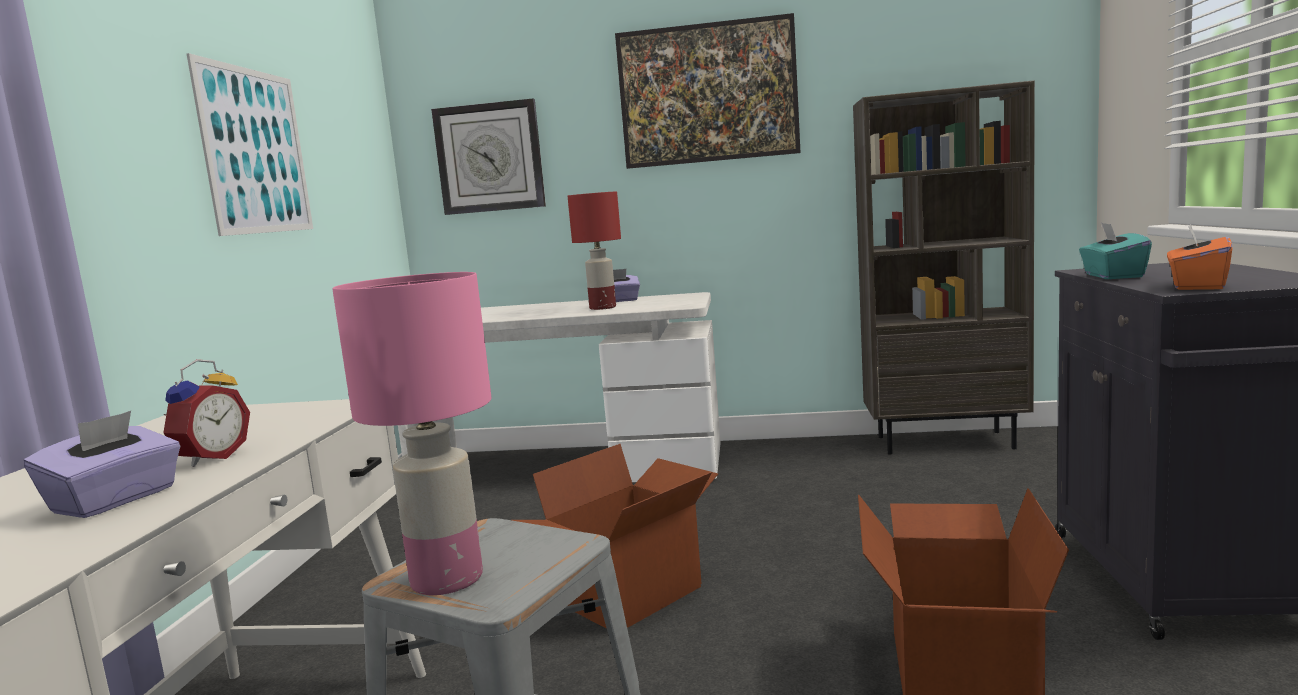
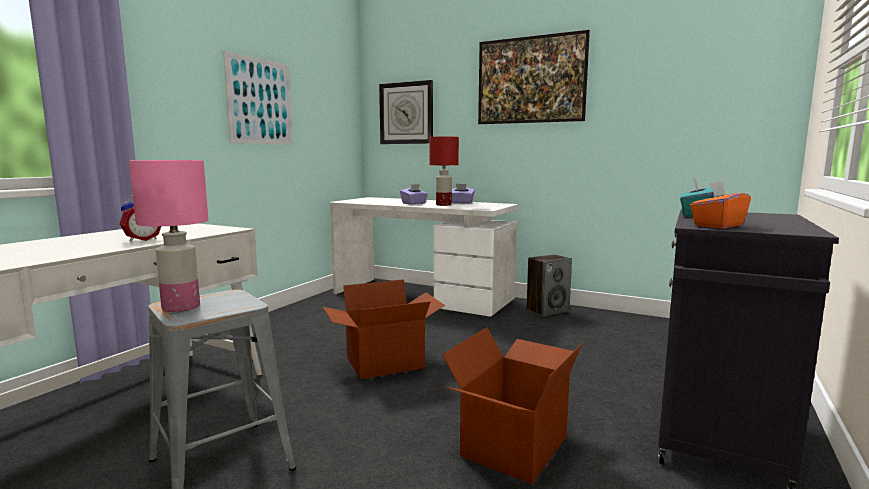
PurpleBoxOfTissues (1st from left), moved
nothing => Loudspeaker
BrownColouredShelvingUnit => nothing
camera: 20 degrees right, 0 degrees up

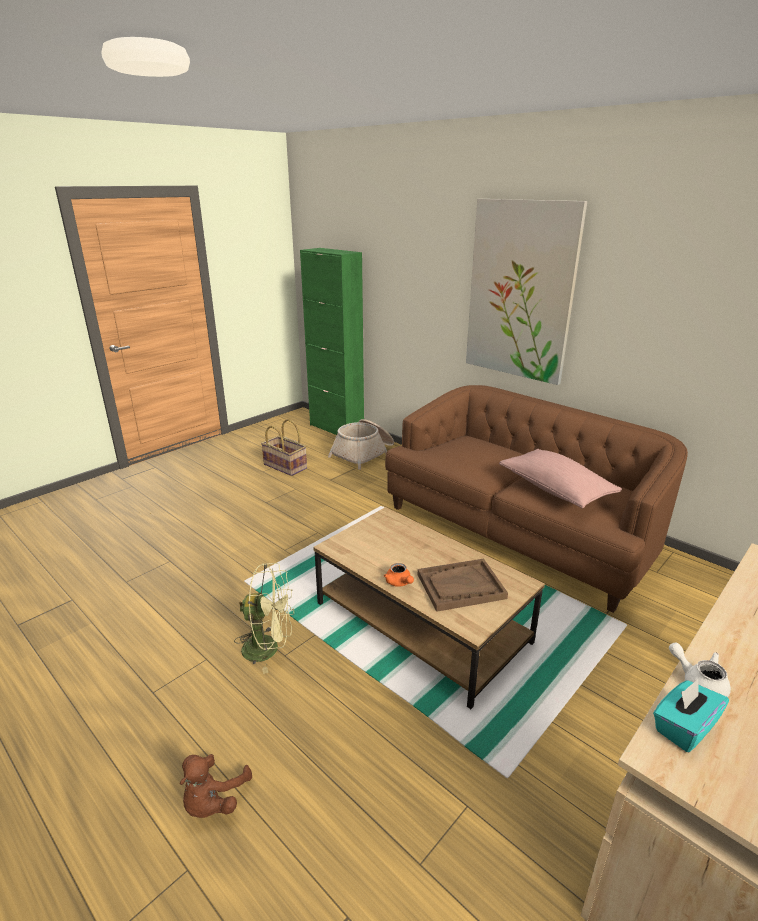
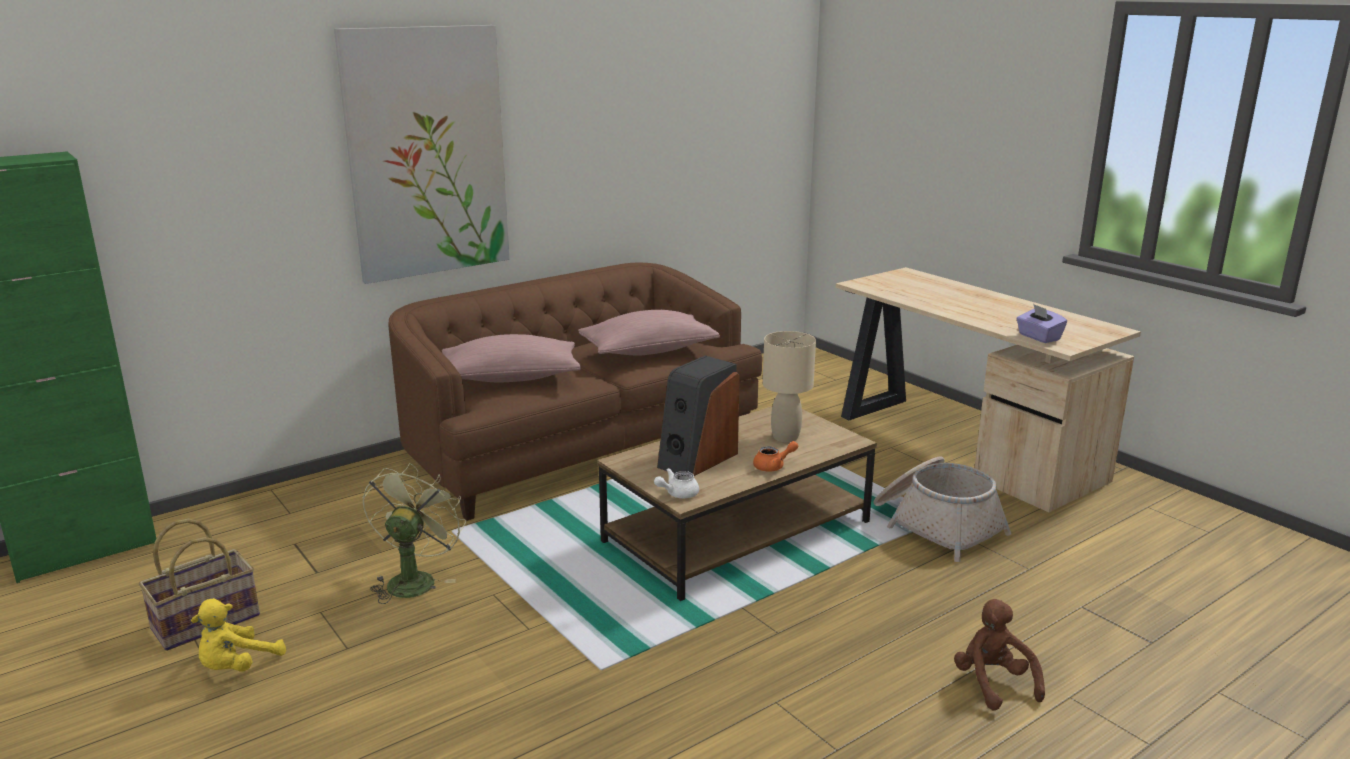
nothing => YellowPlushToy
GreenColouredFan, moved
nothing => PinkThrowPillow (1st from left)
WhiteTeapot, moved
nothing => Loudspeaker
BrownColouredServingTray => BeigeColouredTableLamp
HouseholdBasket (2nd from left), moved
BrownColouredPlushToy, 135 degrees counterclockwise
TurquoiseBoxOfTissues => PurpleBoxOfTissues
camera: 80 degrees left, 5 degrees down

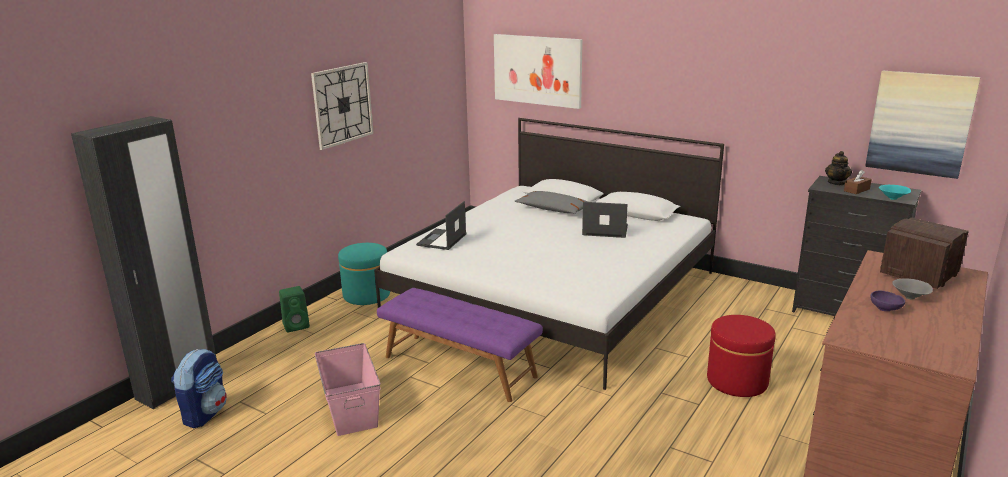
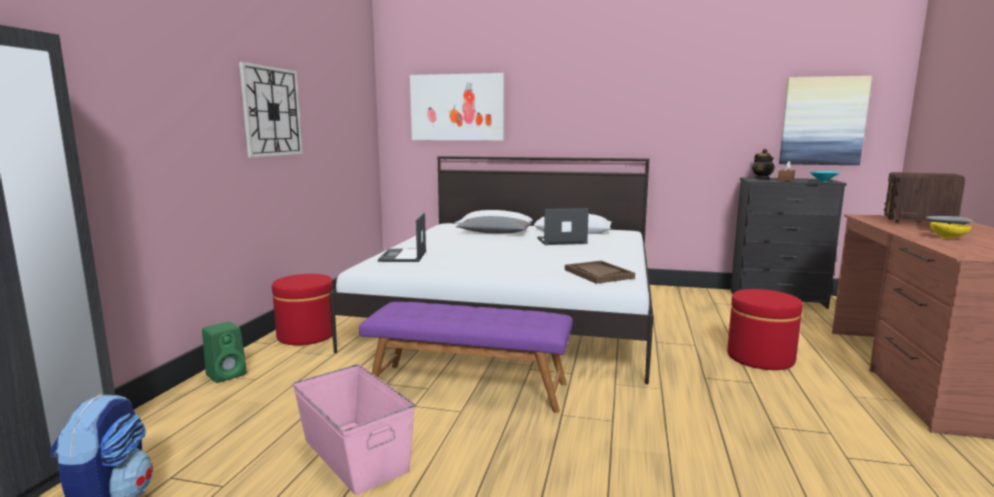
TurquoiseOttoman => ReddishOttoman (1st from left)
nothing => BrownColouredServingTray
PurpleBowl => YellowBowl
camera: 20 degrees left, 10 degrees down

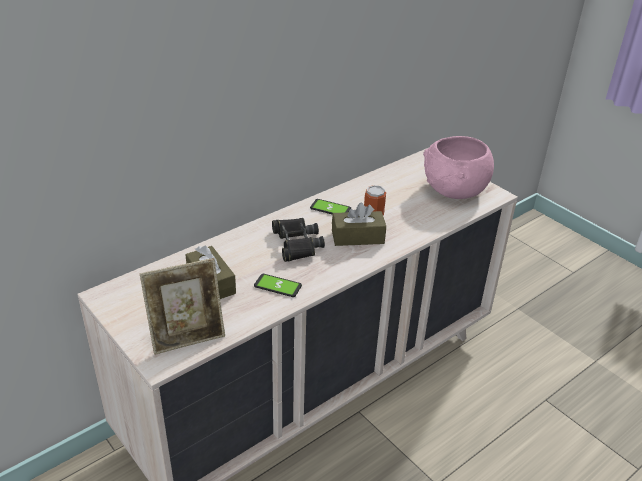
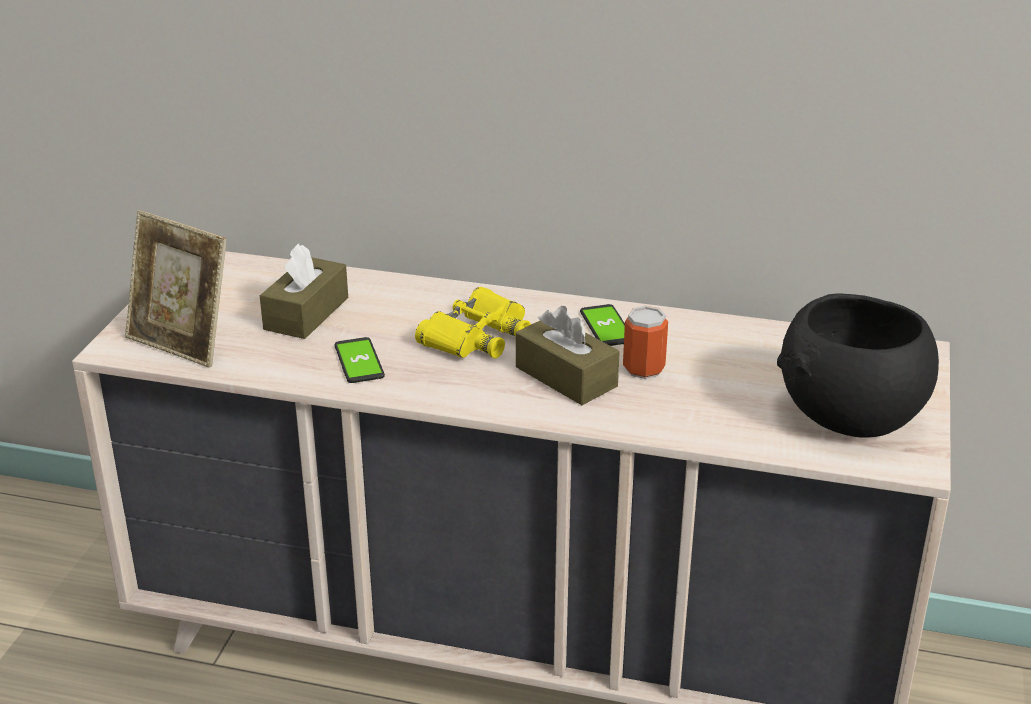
BlackishBinoculars => YellowBinoculars
PinkBowl => BlackishBowl
camera: 55 degrees right, 5 degrees down

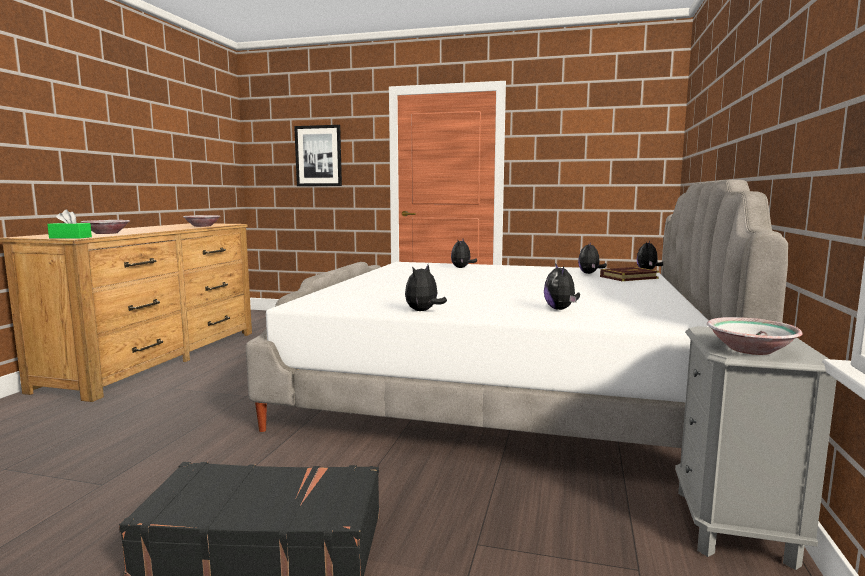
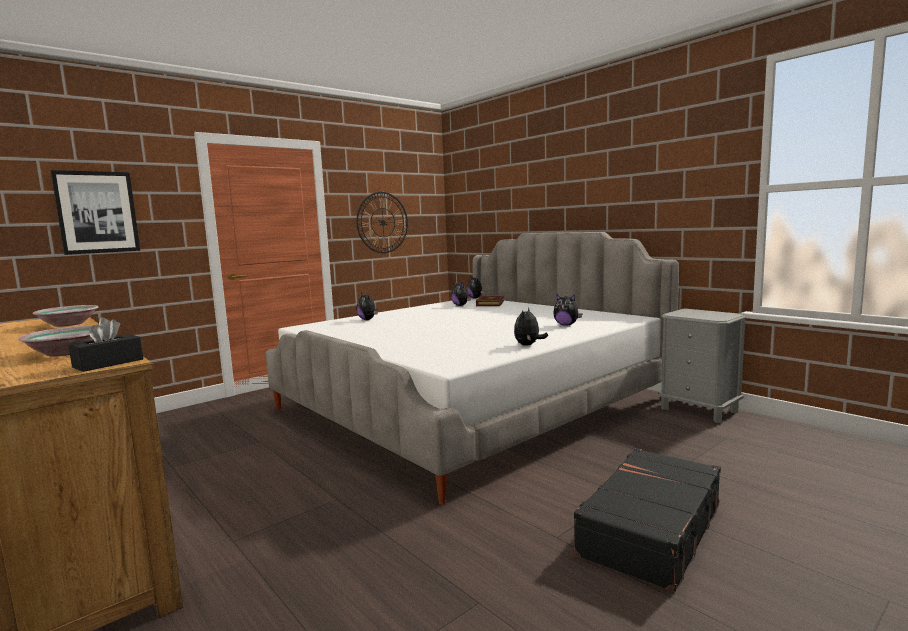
GreenColouredBoxOfTissues => BlackishBoxOfTissues
nothing => WallClock
PlushToy (1st from left in the first image) => PlushToy (4th from left), 45 degrees clockwise
Bowl (3rd from left) => nothing
camera: 55 degrees left, 0 degrees up

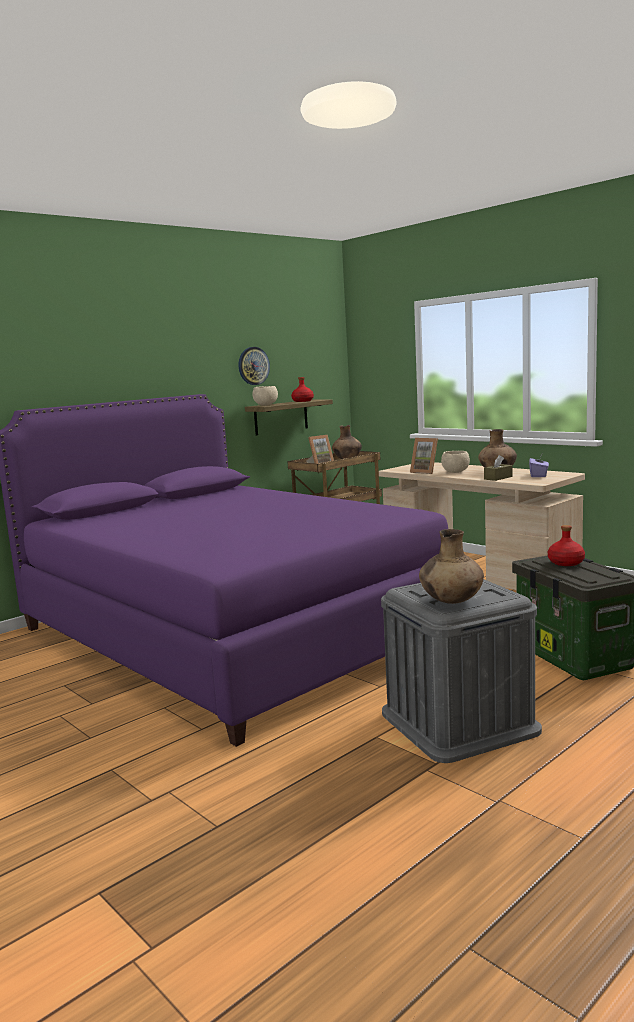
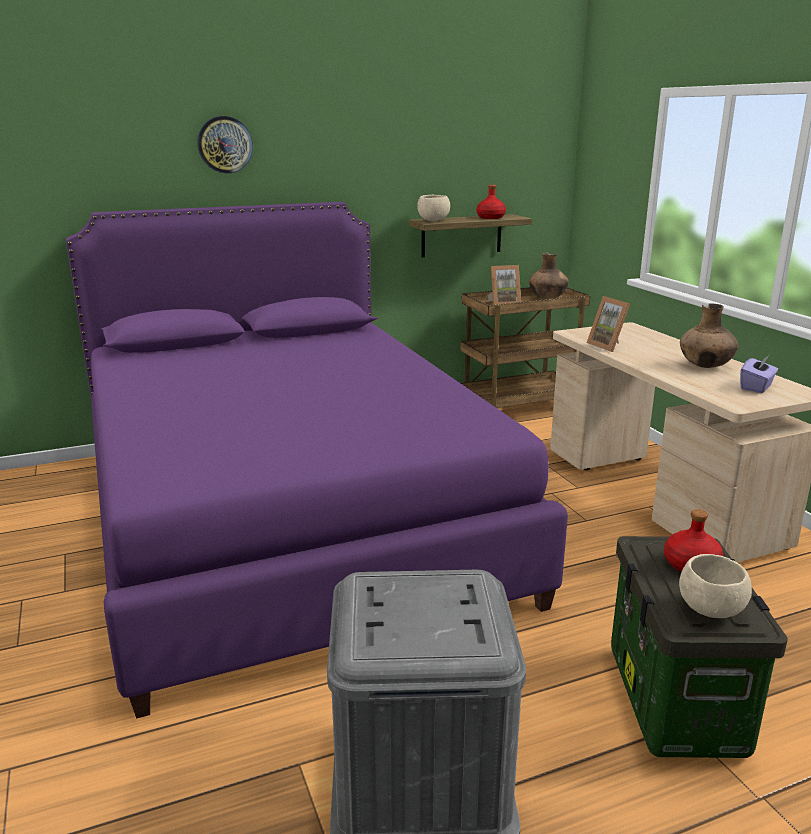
WallClock, moved
BeigeColouredBowl (2nd from left), moved
BrownColouredVase (2nd from left) => nothing
BrownColouredBoxOfTissues => nothing
camera: 20 degrees right, 10 degrees up

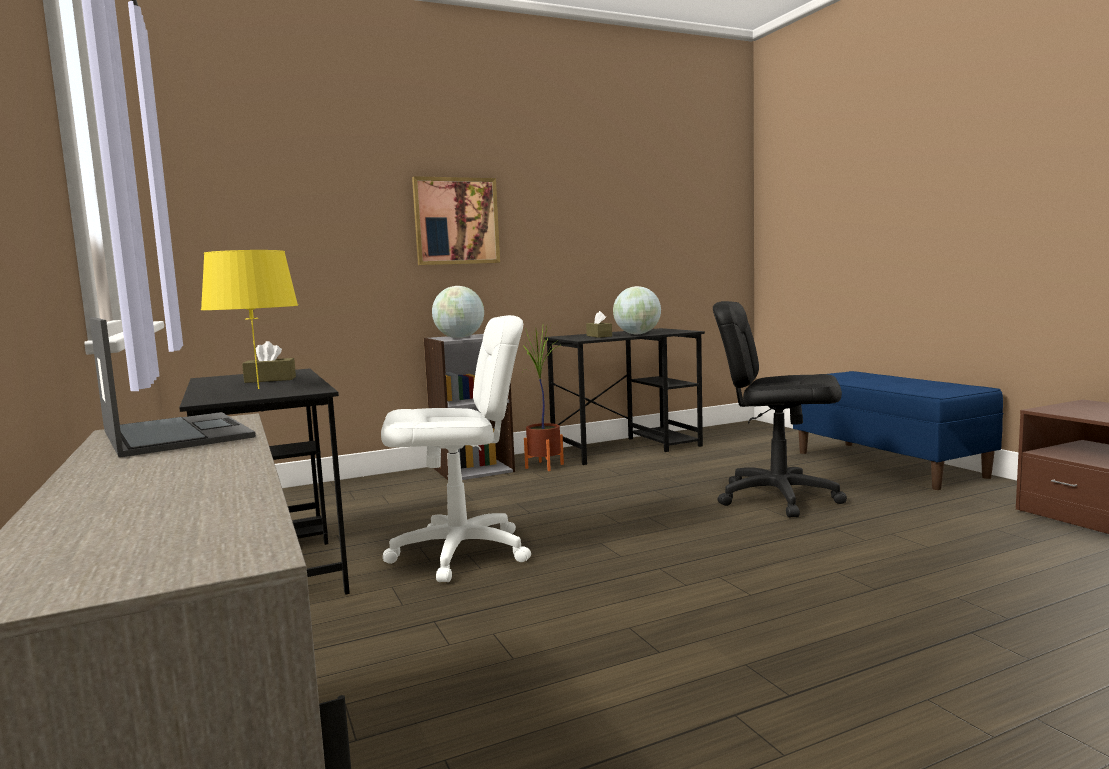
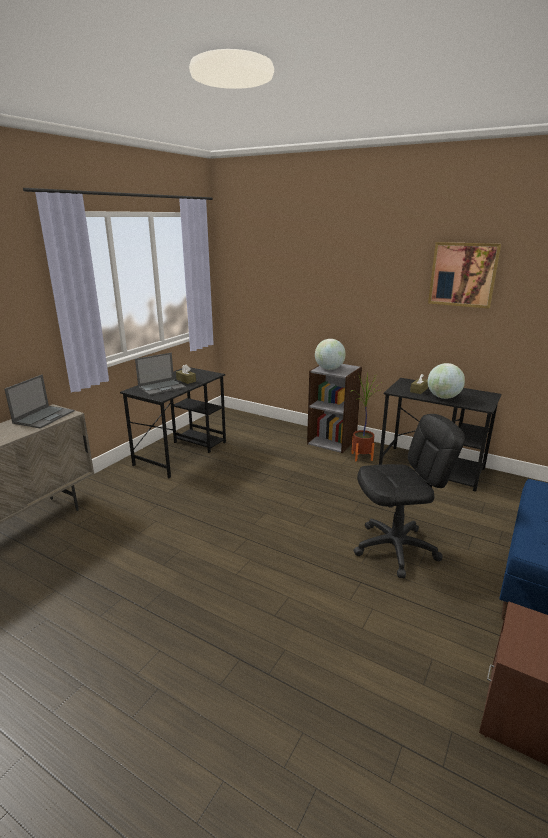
YellowTableLamp => Laptop (2nd from left)
BlackishDeskChair, 90 degrees clockwise
Picture, moved
WhiteDeskChair => nothing
camera: 55 degrees right, 15 degrees up

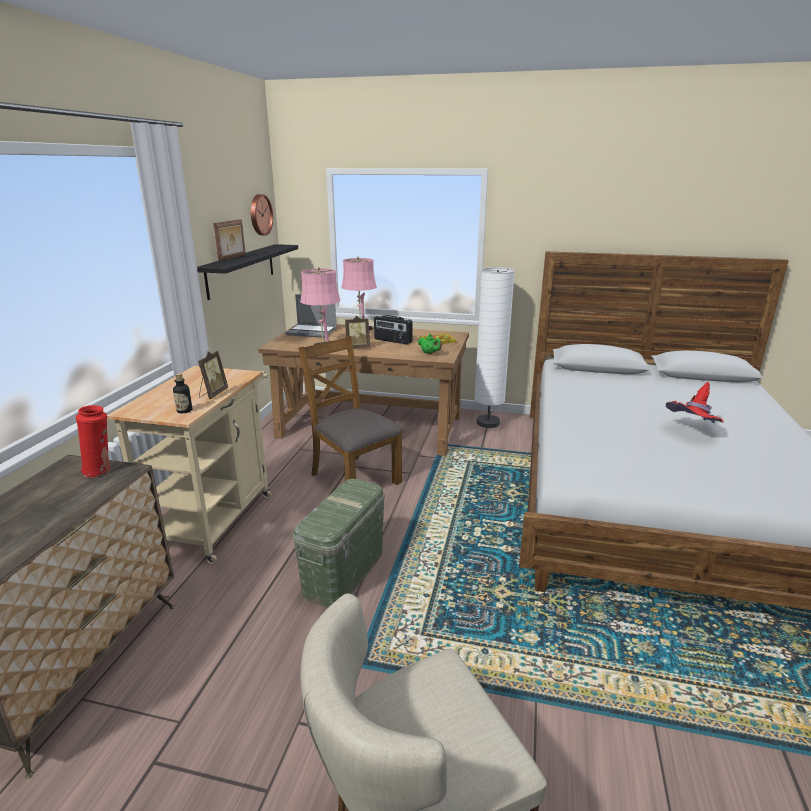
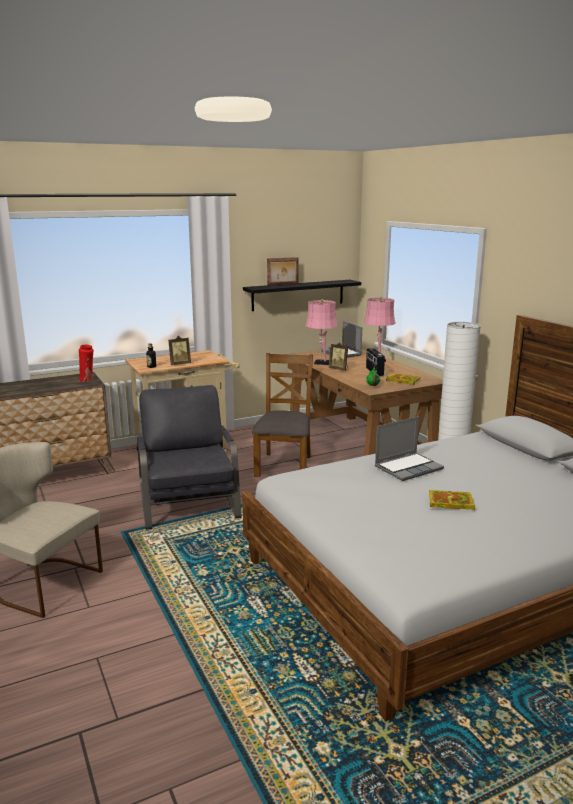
GreenColouredStorageBox => GrayEasyChair
nothing => Laptop (2nd from left)
ReddishClothingHat => BoundBook (2nd from left)
WallClock => nothing
camera: 50 degrees right, 5 degrees down

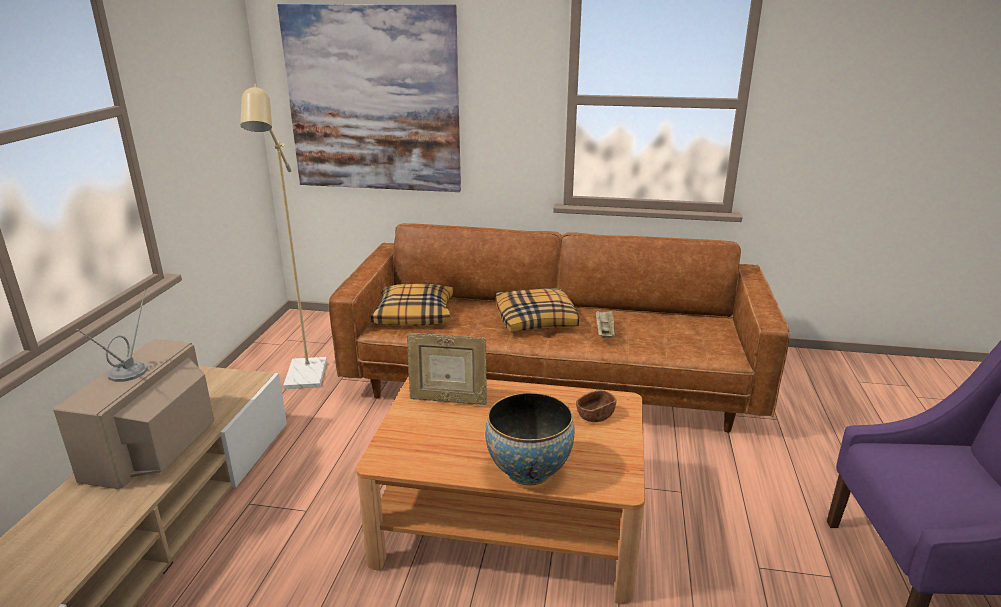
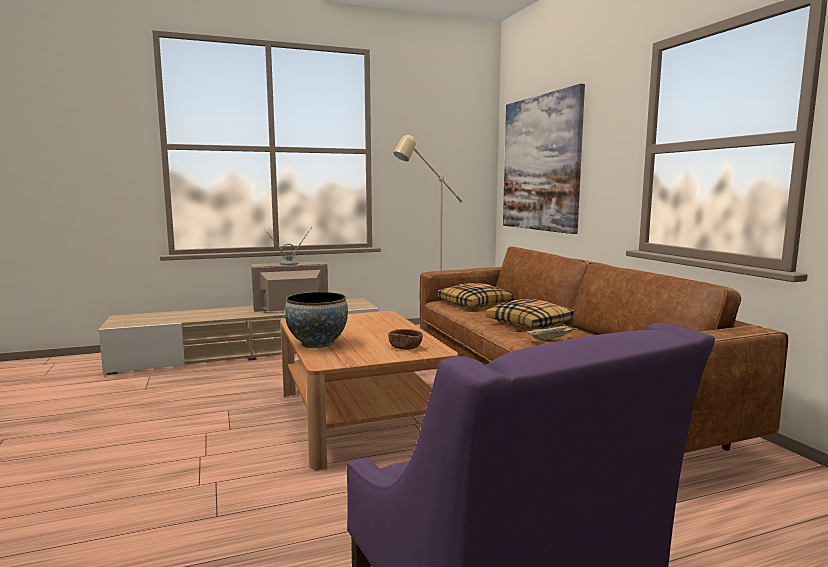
PhotoFrame => nothing
camera: 60 degrees right, 15 degrees down

